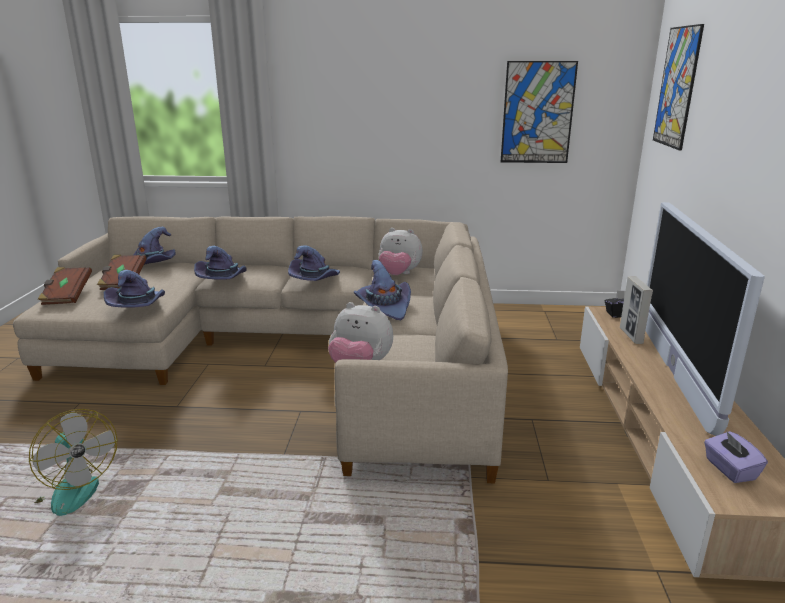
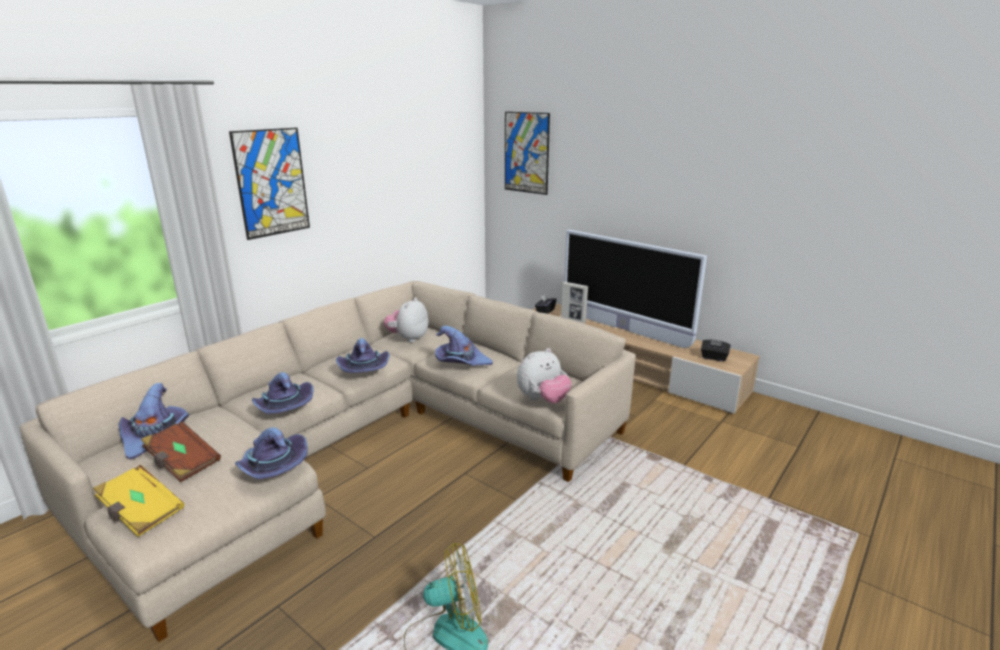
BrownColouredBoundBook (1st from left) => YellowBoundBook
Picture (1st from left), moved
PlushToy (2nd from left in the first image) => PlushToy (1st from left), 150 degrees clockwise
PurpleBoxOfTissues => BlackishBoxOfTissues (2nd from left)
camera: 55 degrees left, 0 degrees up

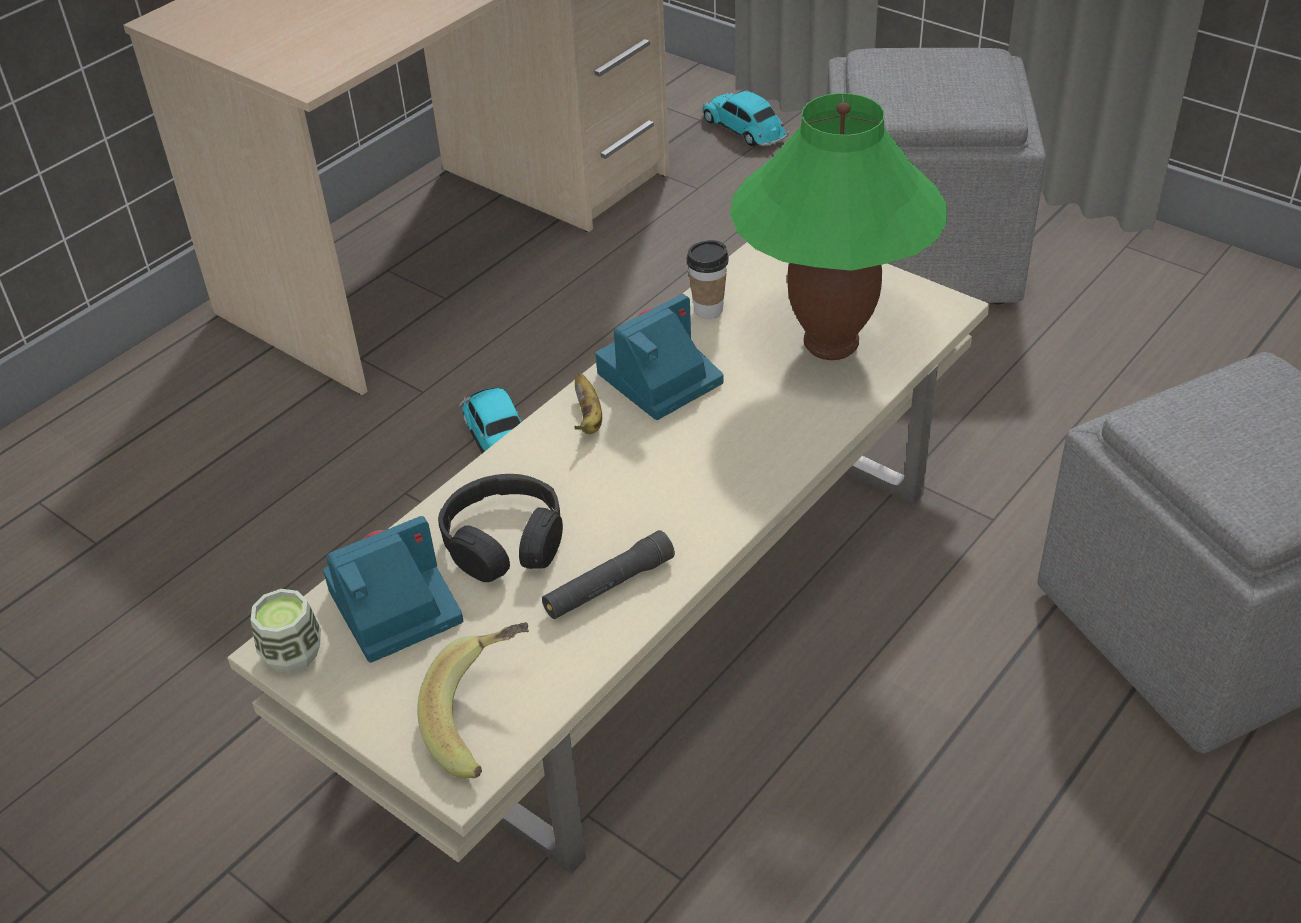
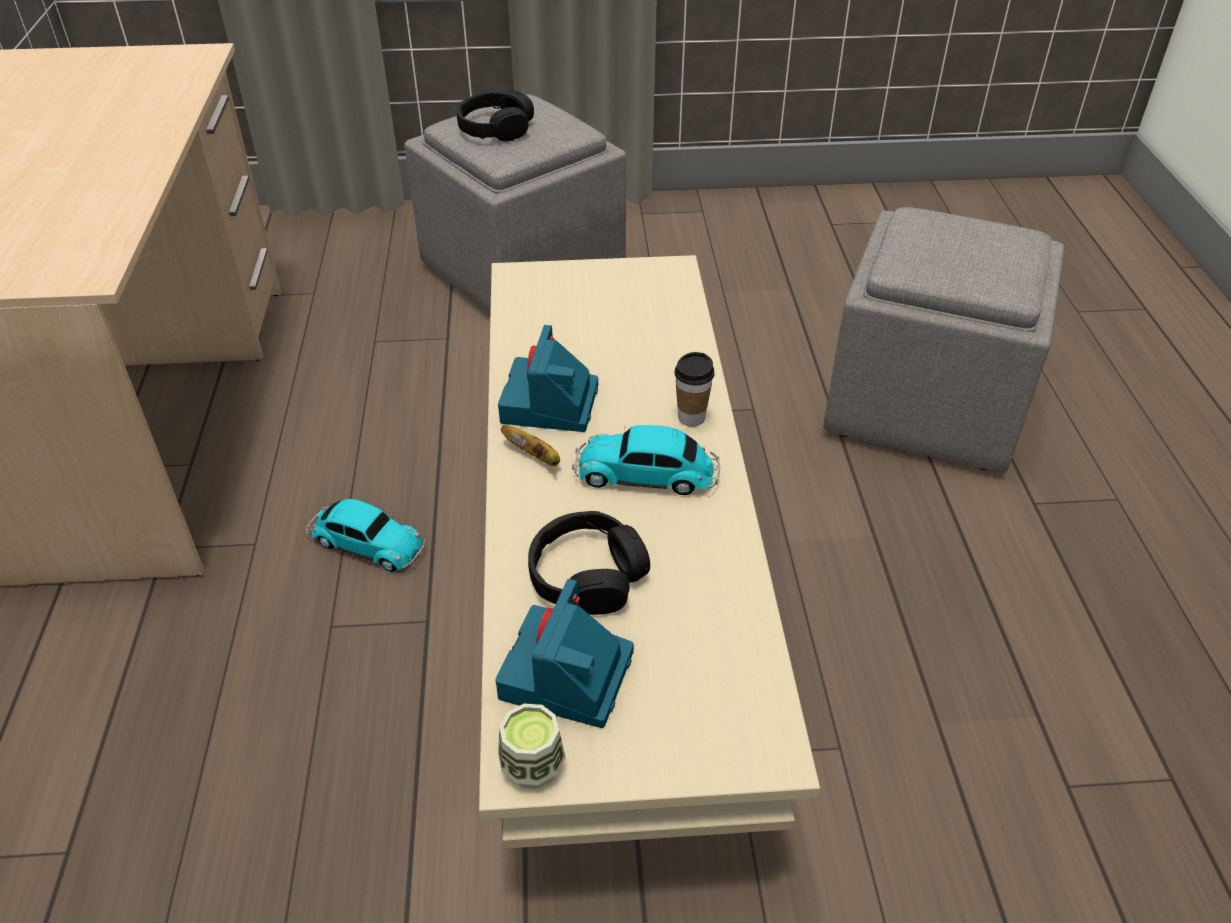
nothing => BlackishHeadset (1st from left)
ModelCar (2nd from left), moved
DrinkingCup (2nd from left), moved
WholeBanana (1st from left) => nothing
BlackishFlashlight => nothing
GreenColouredTableLamp => nothing
camera: 45 degrees left, 0 degrees up

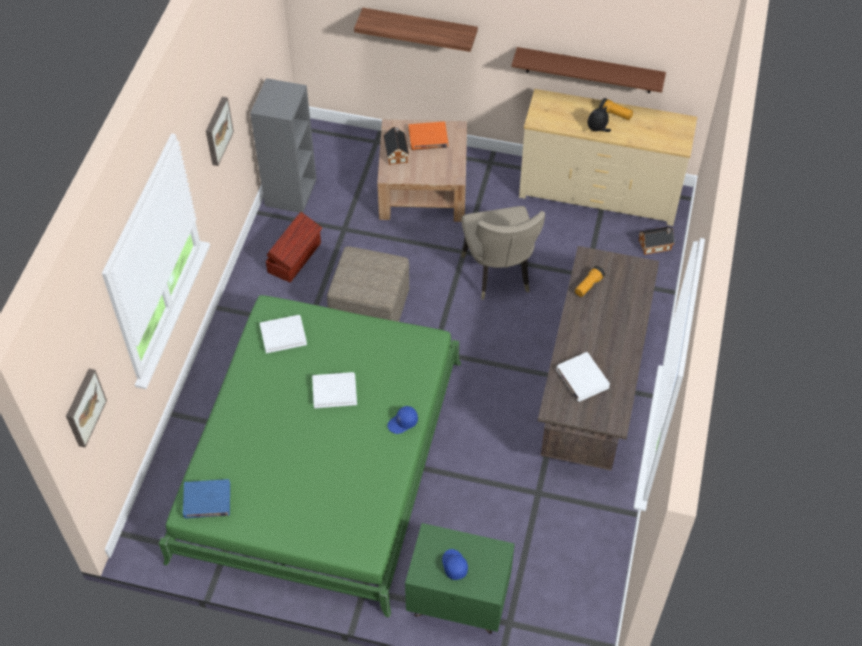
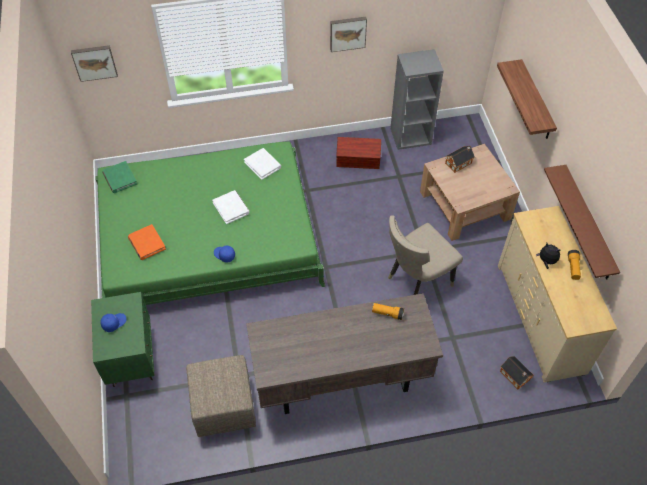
BlueBoundBook => GreenColouredBoundBook
OrangeyBoundBook, moved
BeigeColouredOttoman, moved
WhiteBoundBook (3rd from left) => nothing
camera: 65 degrees right, 0 degrees up

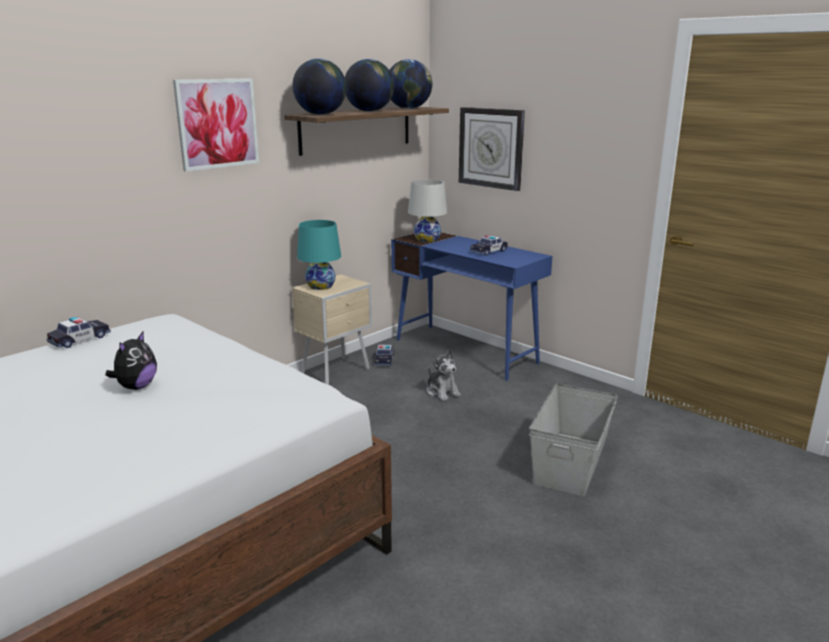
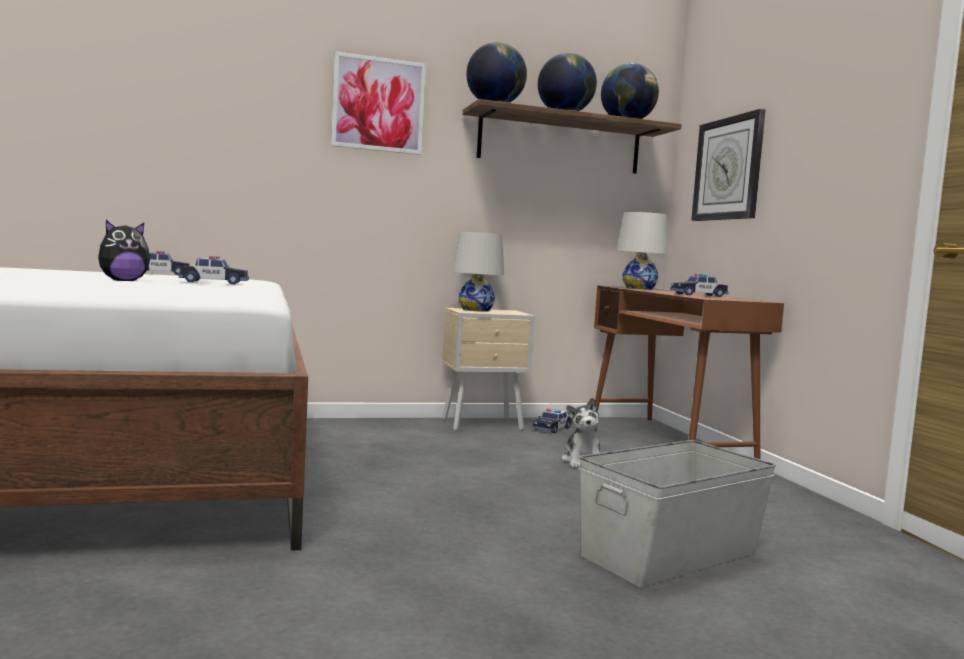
nothing => ModelCar (2nd from left)
TurquoiseTableLamp => WhiteTableLamp (1st from left)
BlueDeskUnit => BrownColouredDeskUnit
camera: 30 degrees right, 15 degrees down

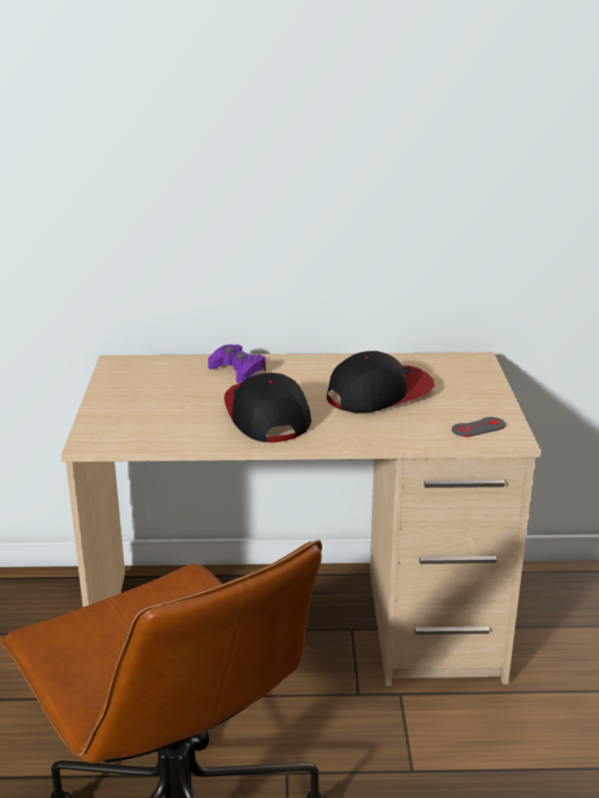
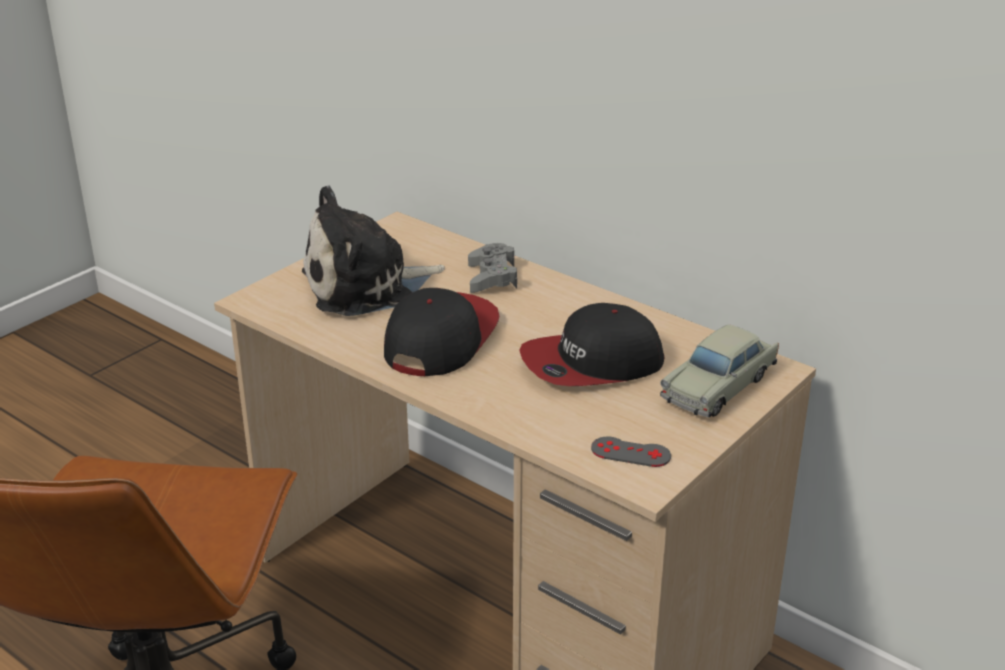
nothing => PlushToy
PurpleGamepad => GrayGamepad (1st from left)
Cap (2nd from left), 150 degrees clockwise
nothing => BeigeColouredModelCar
camera: 40 degrees right, 5 degrees up

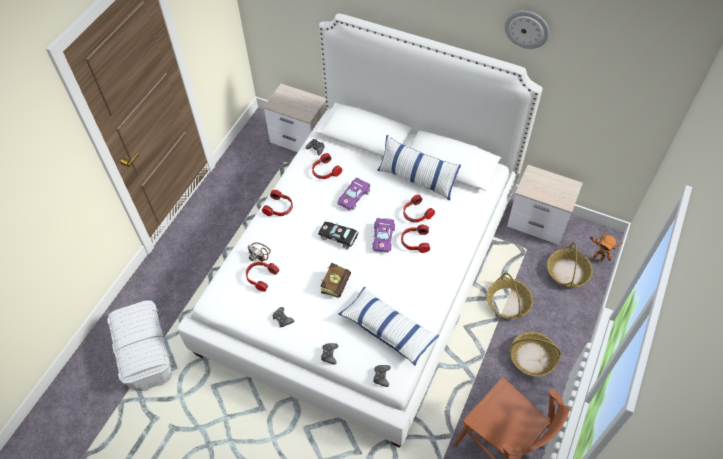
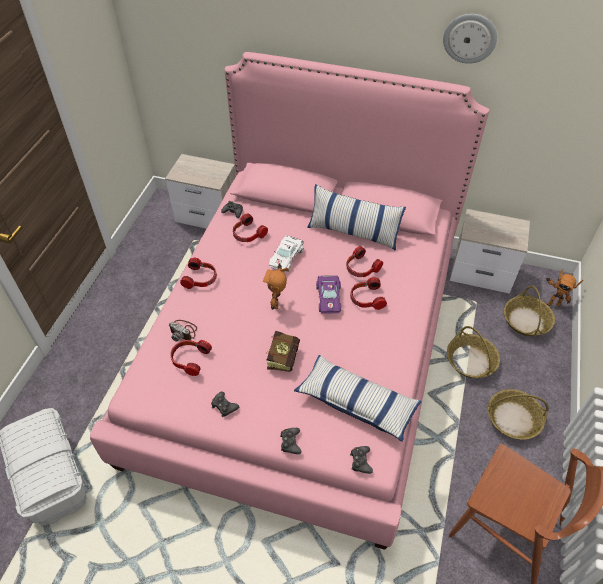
WhiteSleepingBed => PinkSleepingBed
BlackishModelCar => ModelRobot (1st from left)
PurpleModelCar (1st from left) => WhiteModelCar
camera: 10 degrees left, 5 degrees down

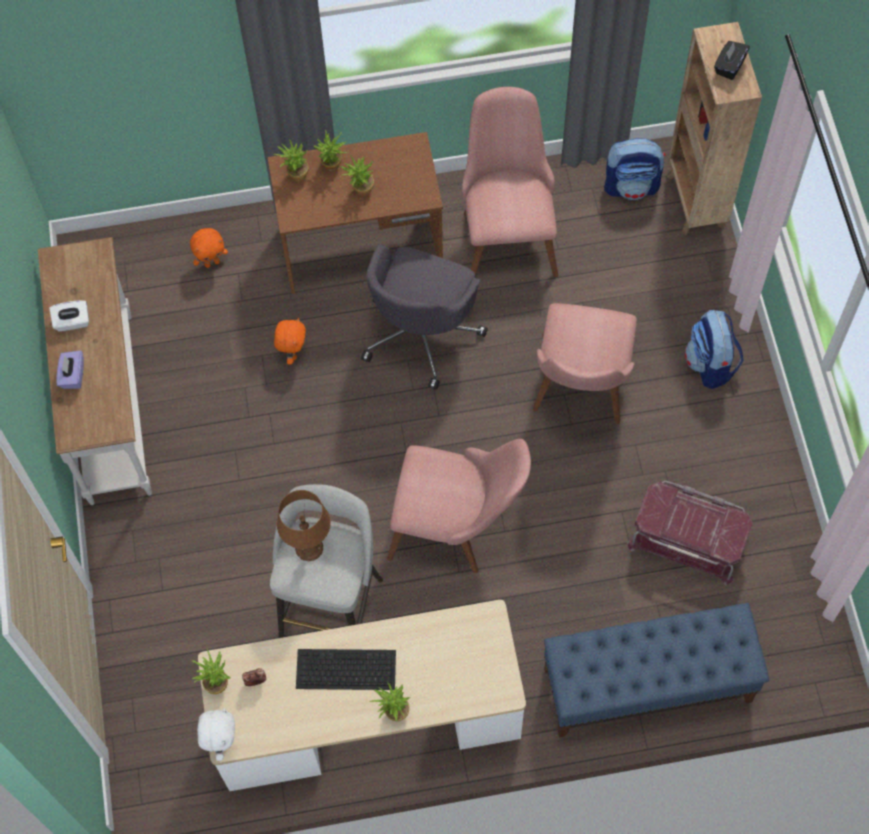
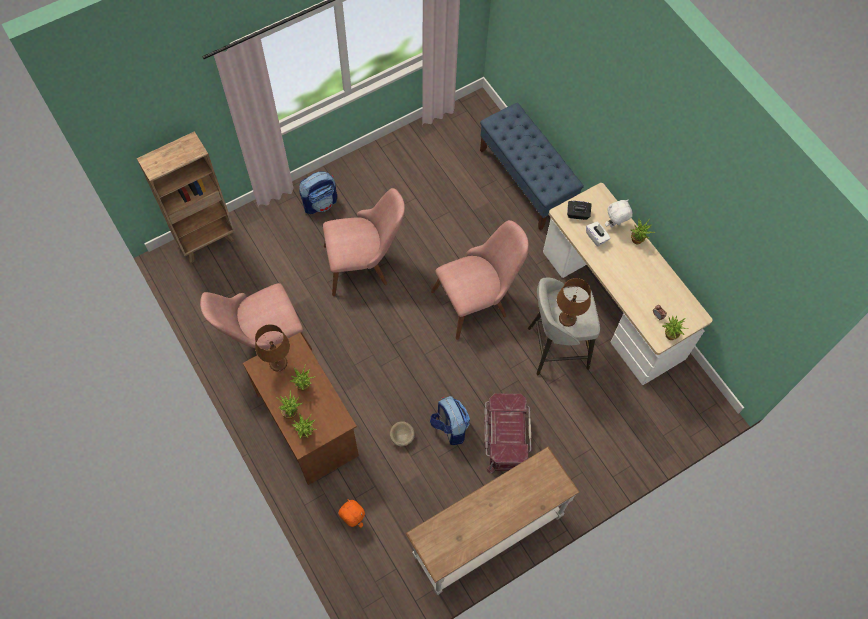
nothing => BrownColouredTableLamp (1st from left)
OrangeyPlushToy (2nd from left) => BeigeColouredBowl
Rucksack (1st from left in the first image) => Rucksack (2nd from left), moved
PinkUprightChair (1st from left in the first image) => PinkUprightChair (3rd from left), 75 degrees clockwise
ReddishStorageBox, moved
BlackishBoxOfTissues, moved
WhiteBoxOfTissues, moved
WhitePlushToy, moved
PurpleBoxOfTissues => nothing
PcKeyboard => nothing
GrayDeskChair => nothing
camera: 115 degrees left, 0 degrees up

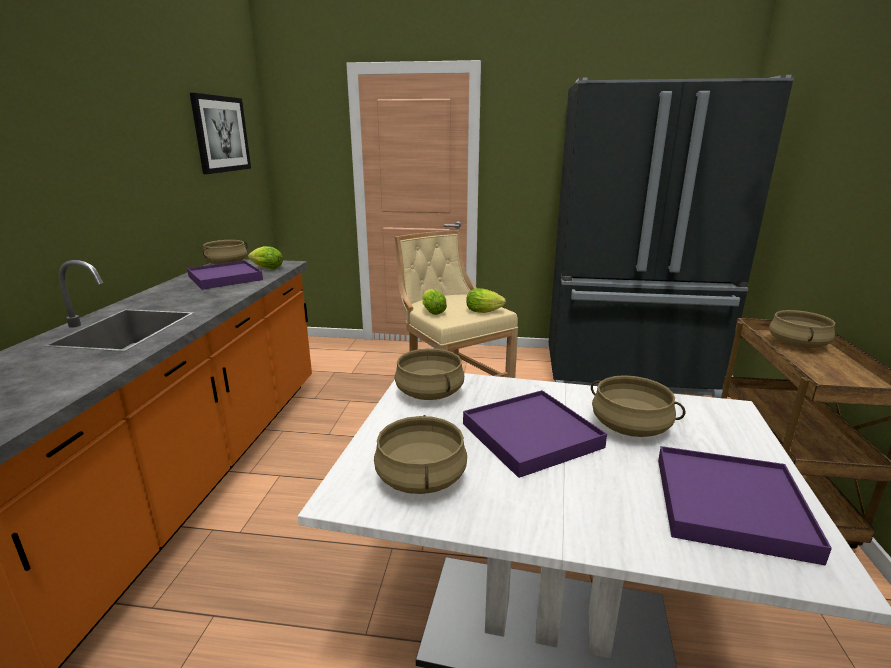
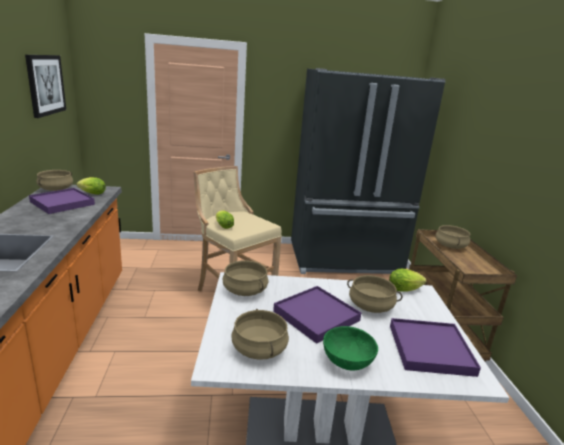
nothing => GreenColouredBowl
HeadOfLettuce (3rd from left), moved
camera: 15 degrees left, 0 degrees up

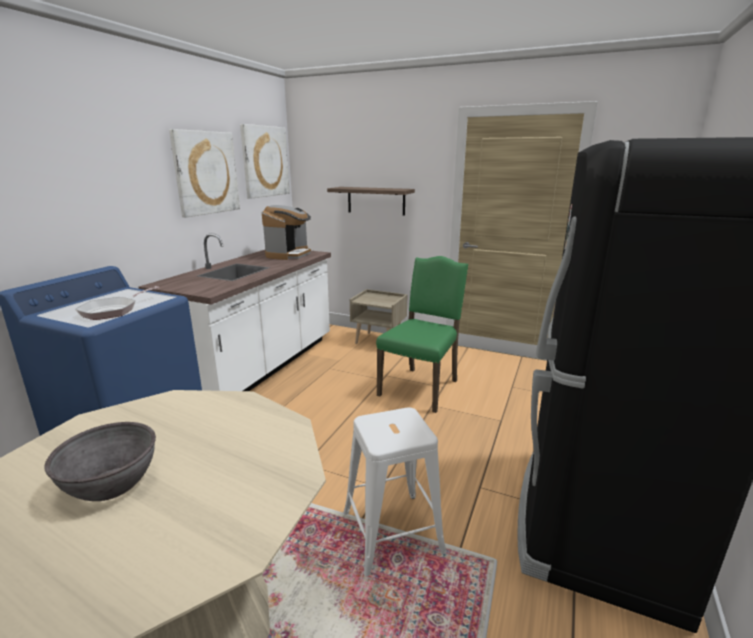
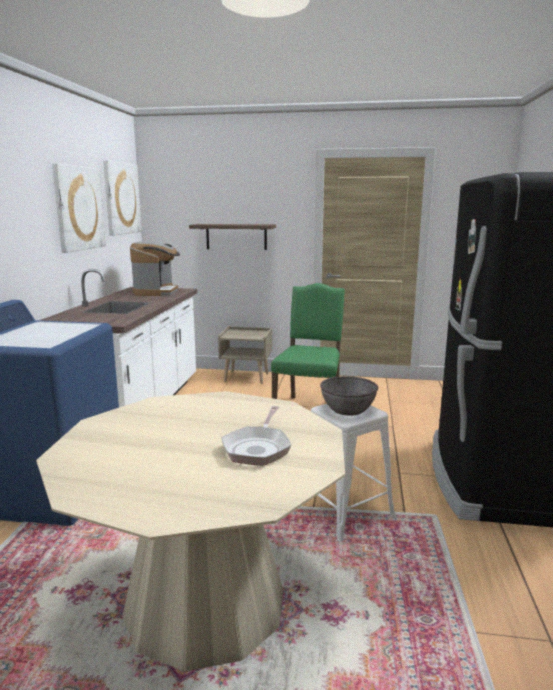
FryingPan, moved
GrayBowl, moved
camera: 15 degrees left, 5 degrees down

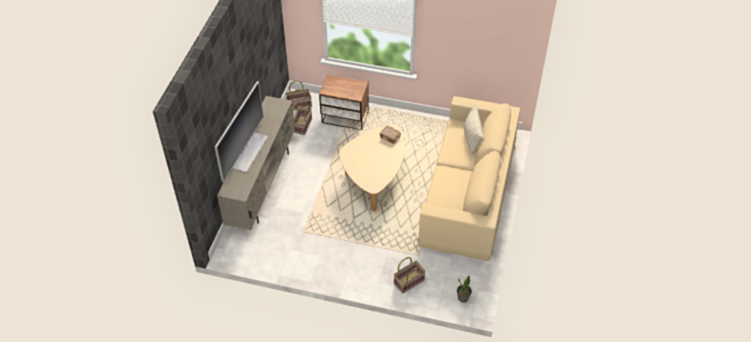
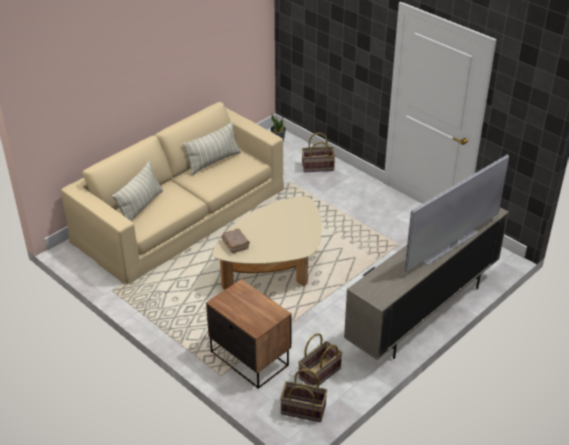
nothing => ThrowPillow (2nd from left)
camera: 150 degrees left, 10 degrees down

